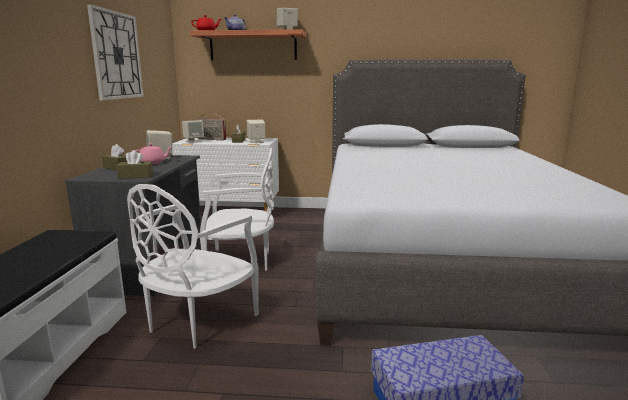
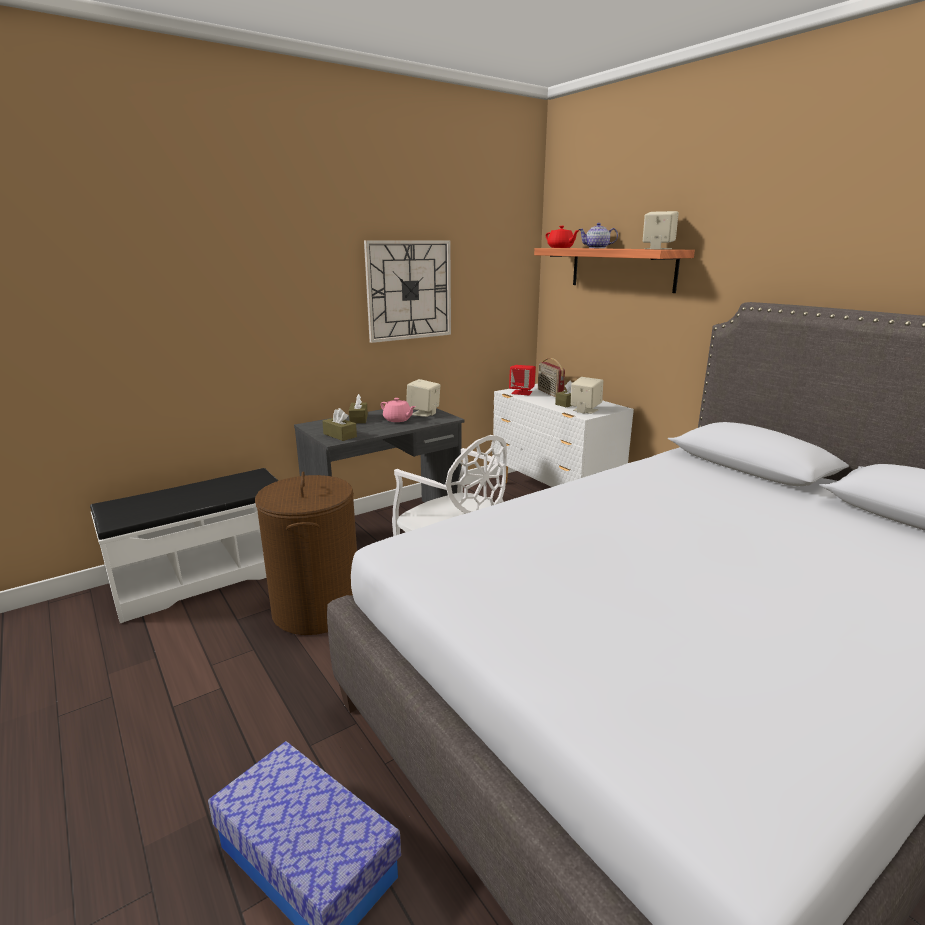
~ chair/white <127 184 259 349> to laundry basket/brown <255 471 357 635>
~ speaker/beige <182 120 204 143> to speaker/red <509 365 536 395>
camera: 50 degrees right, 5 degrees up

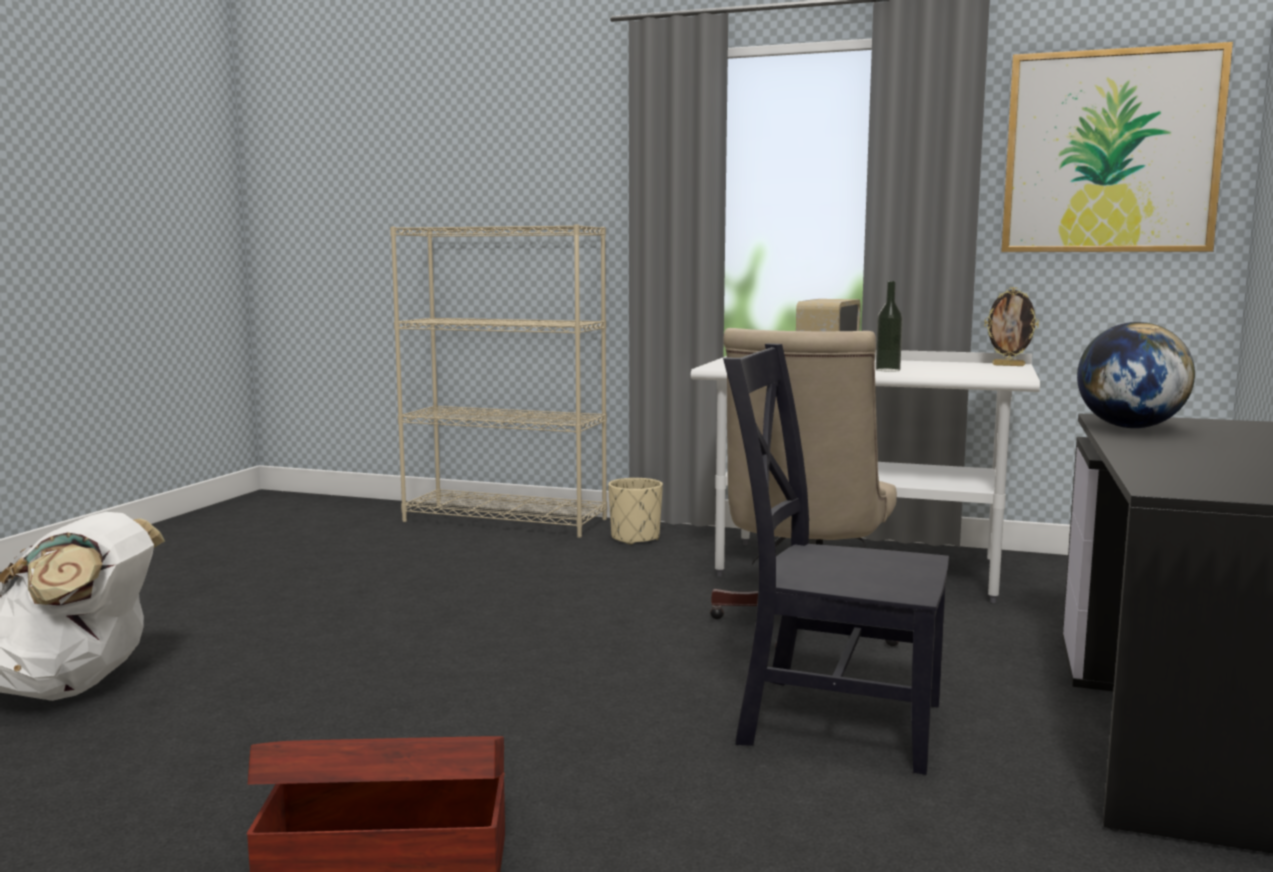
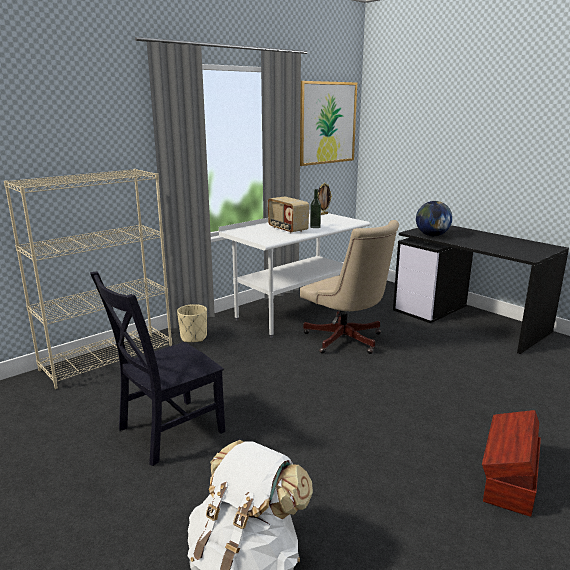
~ chair/black <723 343 949 775> to <90 271 225 466>
camera: 60 degrees left, 10 degrees up

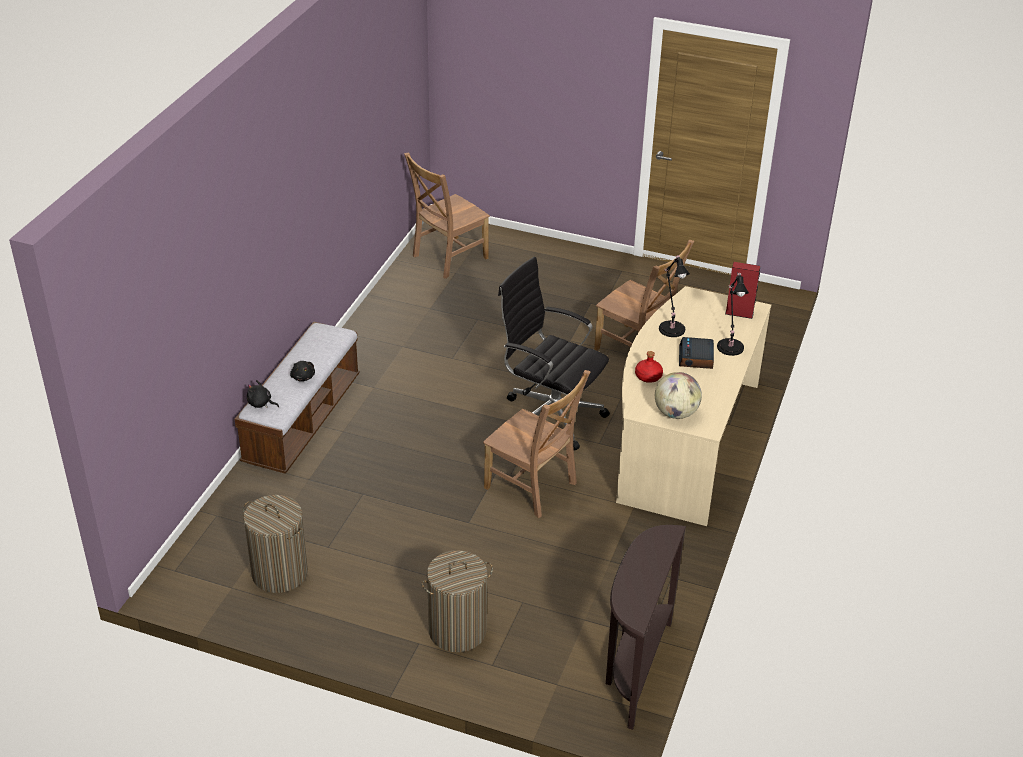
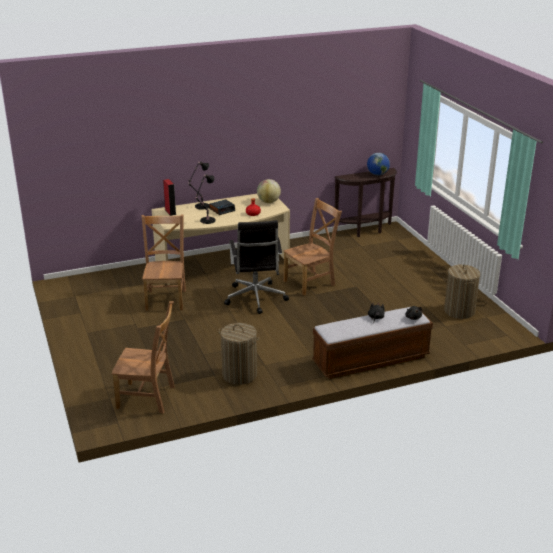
+ globe <367 153 390 175>
~ laundry basket <421 550 493 652> to <219 323 260 385>
~ chair/brown <483 370 591 518> = <283 198 342 295> 60 degrees clockwise
camera: 130 degrees left, 10 degrees down

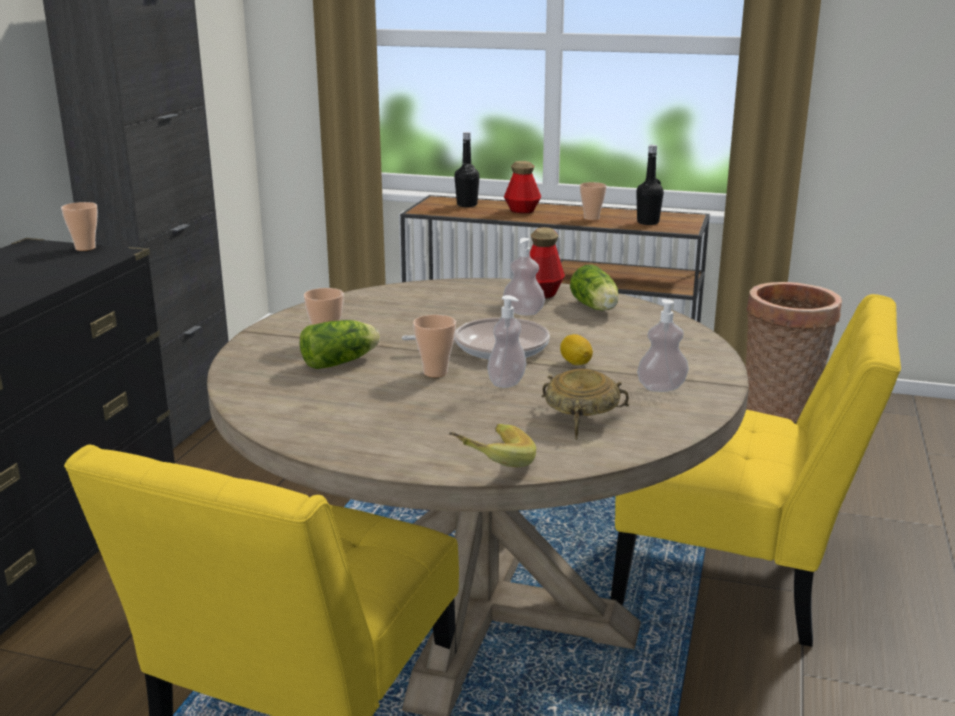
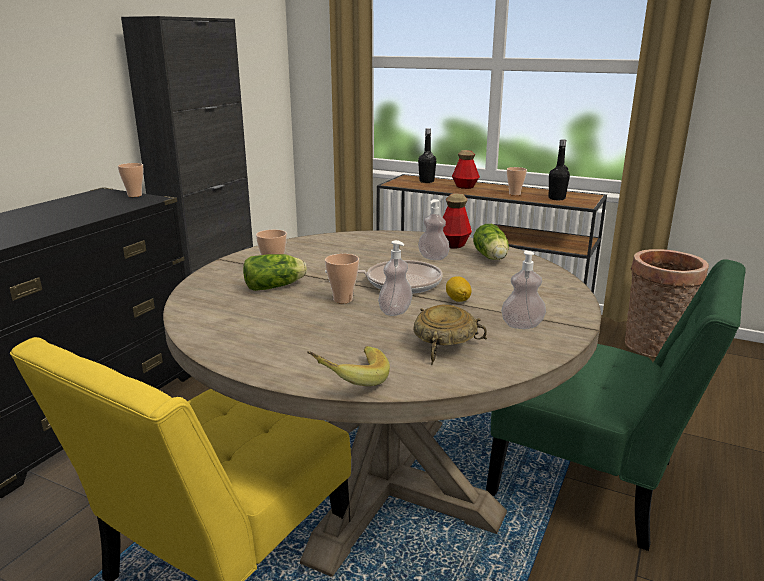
~ chair/yellow <611 294 901 647> to chair/green <486 259 746 551>
camera: 10 degrees right, 0 degrees up

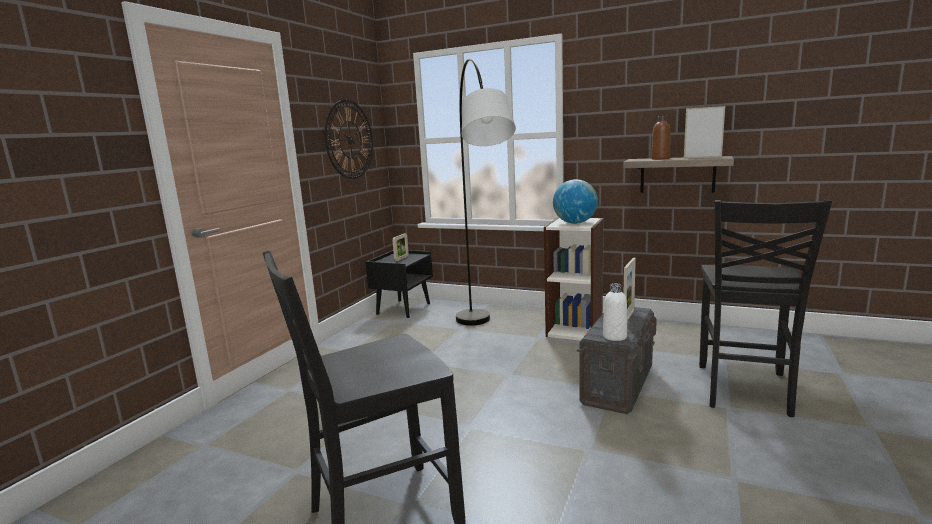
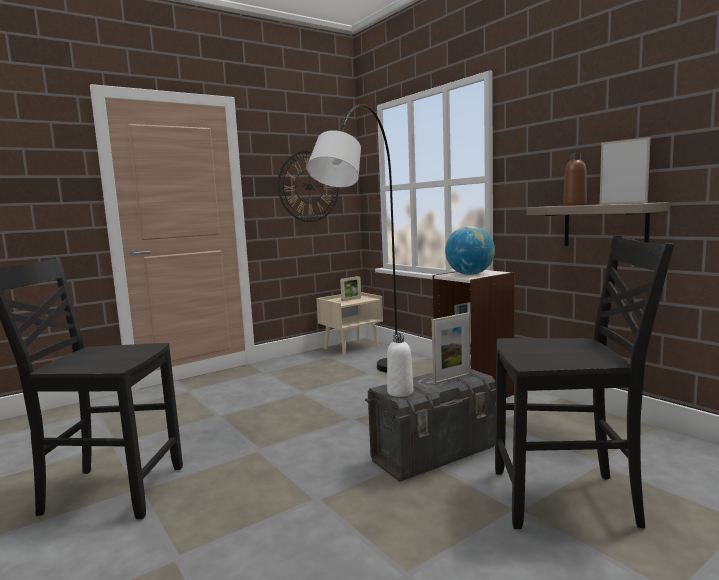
~ nightstand/black <365 250 433 318> to nightstand/beige <316 292 383 356>
~ chair/black <699 199 832 417> = <495 236 674 529> 135 degrees counterclockwise
camera: 30 degrees right, 5 degrees down

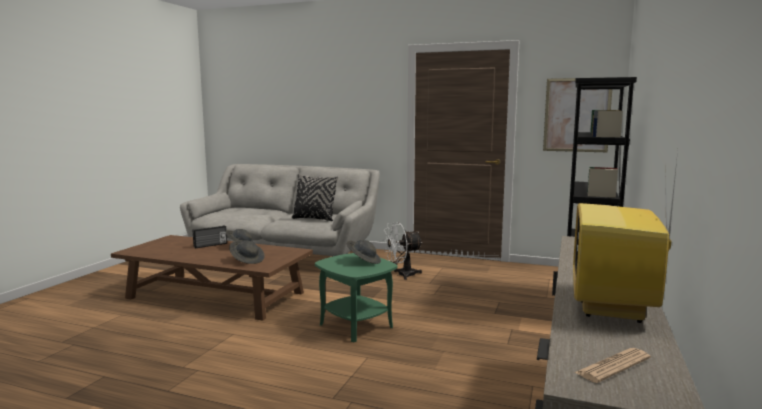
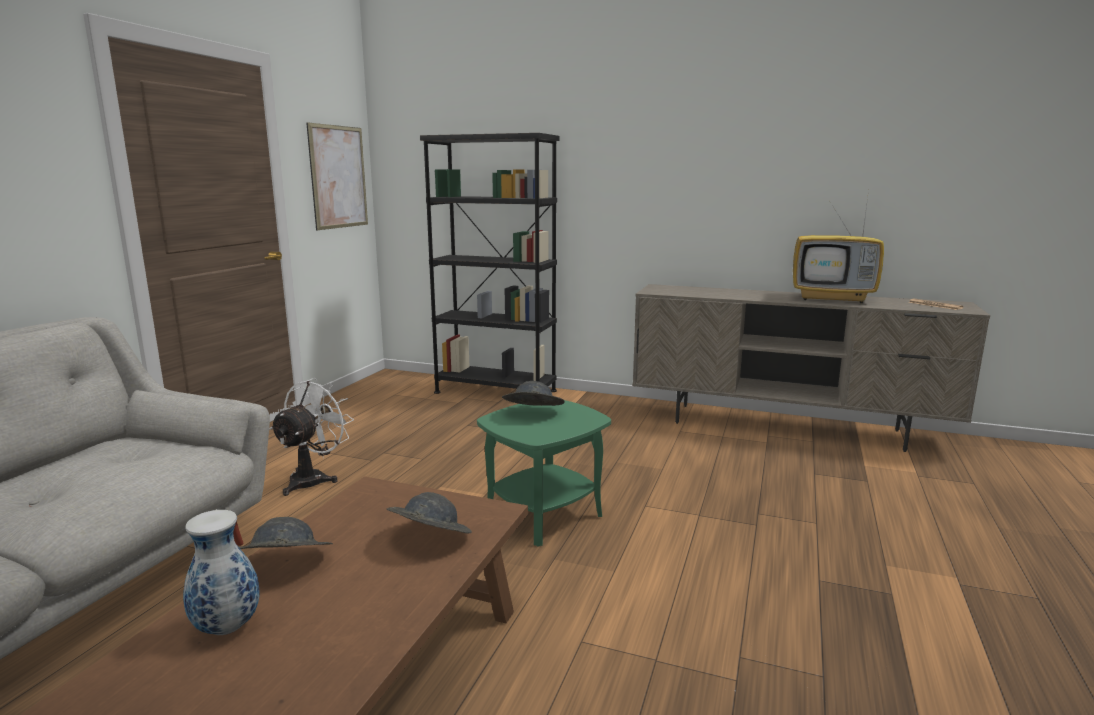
- pillow/black <291 174 338 221>
~ radio <193 226 227 249> to vase <183 510 260 635>
~ fan/white <383 222 423 280> = <269 378 354 496> 135 degrees counterclockwise
camera: 90 degrees left, 5 degrees up

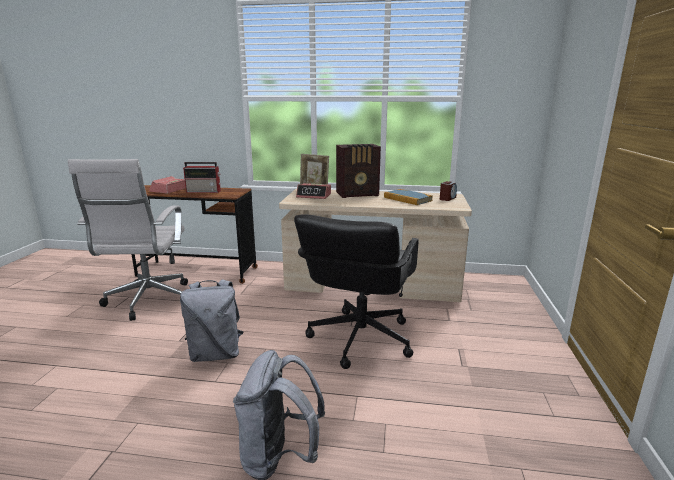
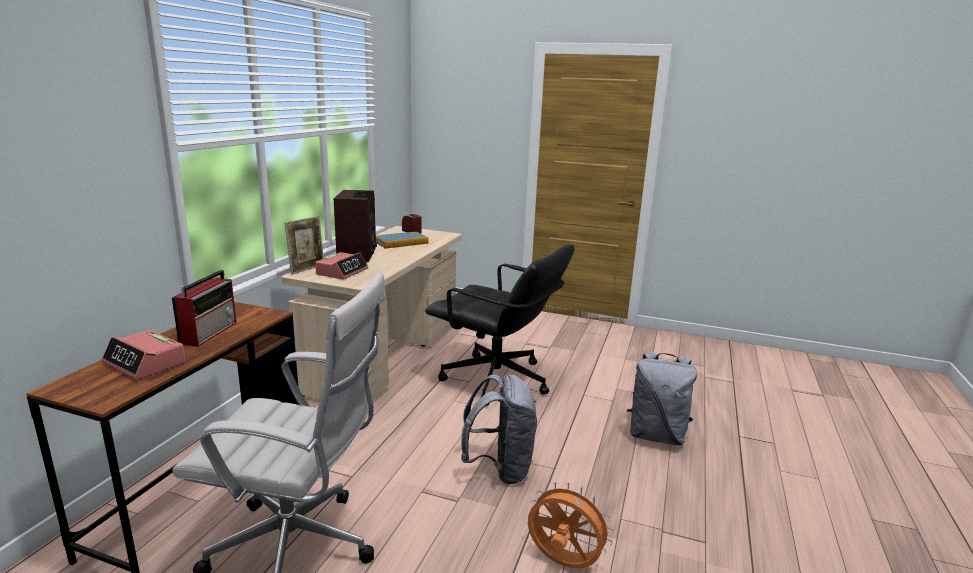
+ fan/orange <528 482 614 569>
camera: 80 degrees left, 0 degrees up

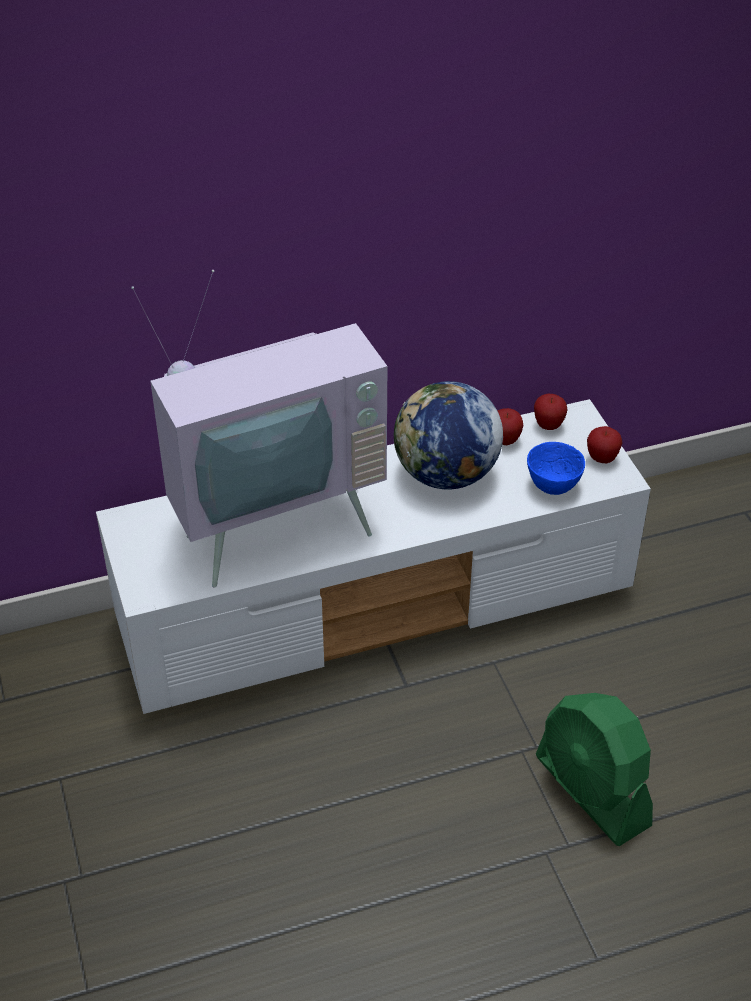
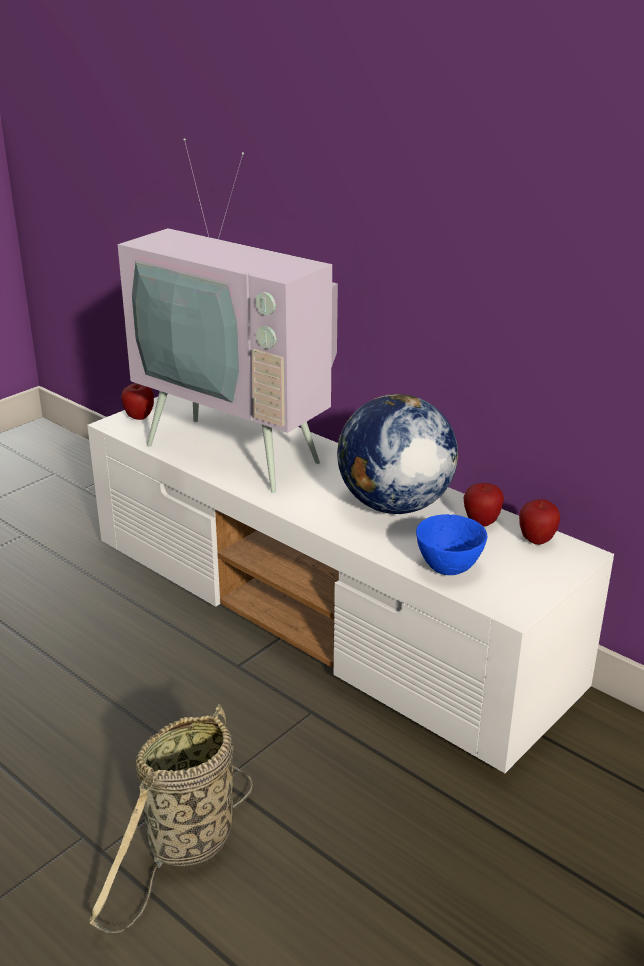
~ apple <587 426 623 463> to <121 383 154 420>
~ fan/green <536 693 653 846> to basket <89 704 253 933>
camera: 60 degrees right, 15 degrees down

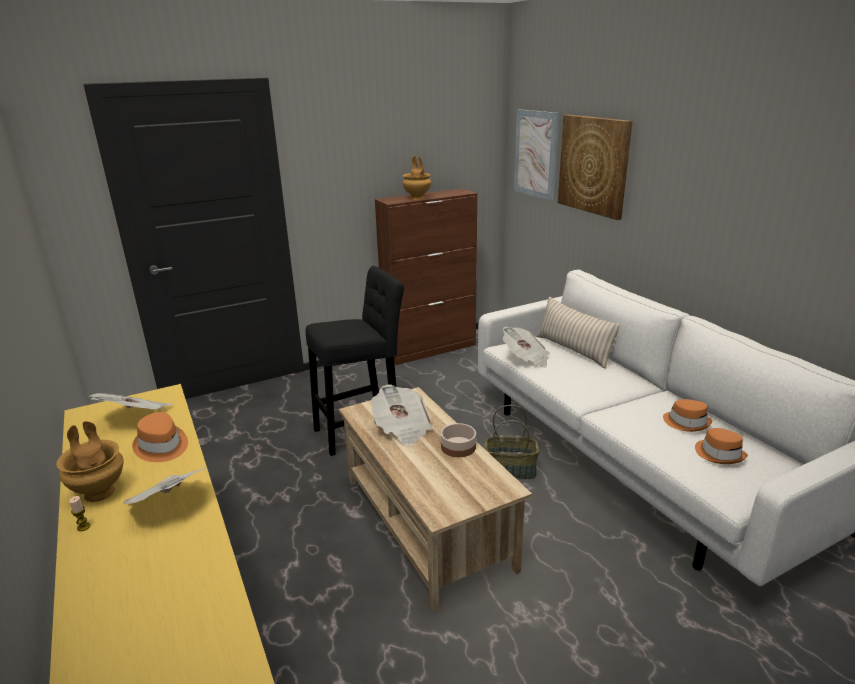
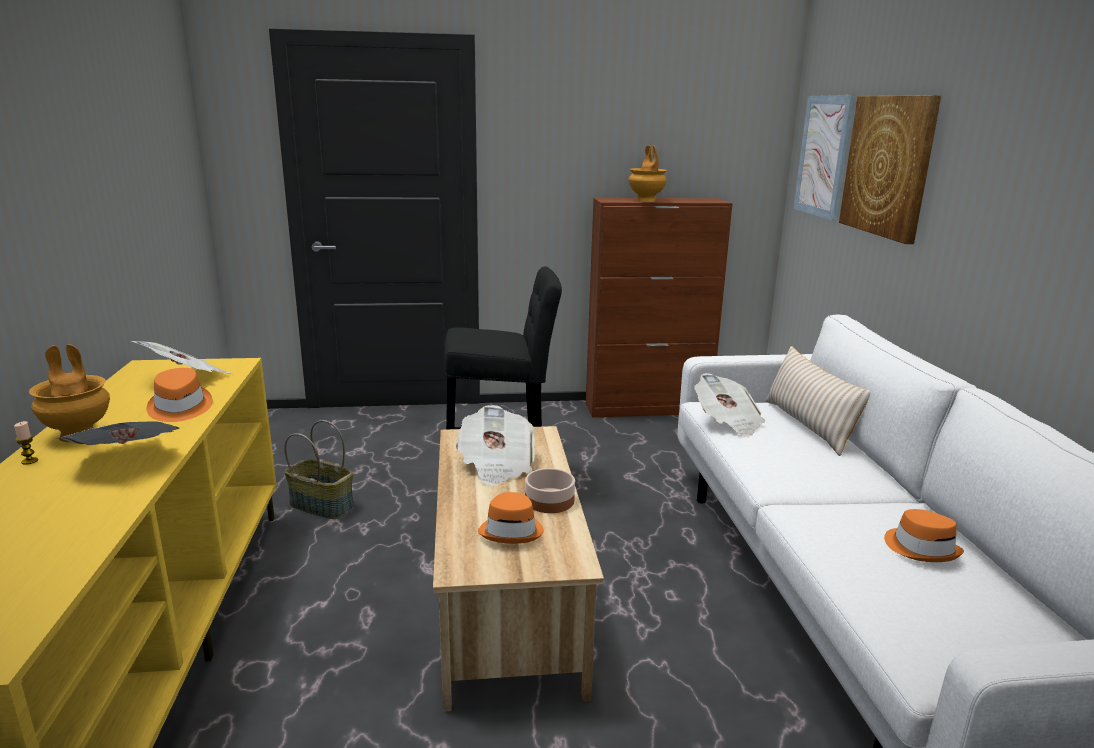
~ basket <484 405 539 479> to <284 420 354 519>
~ hat/orange <695 428 748 464> to <478 492 544 544>
camera: 20 degrees right, 5 degrees down

